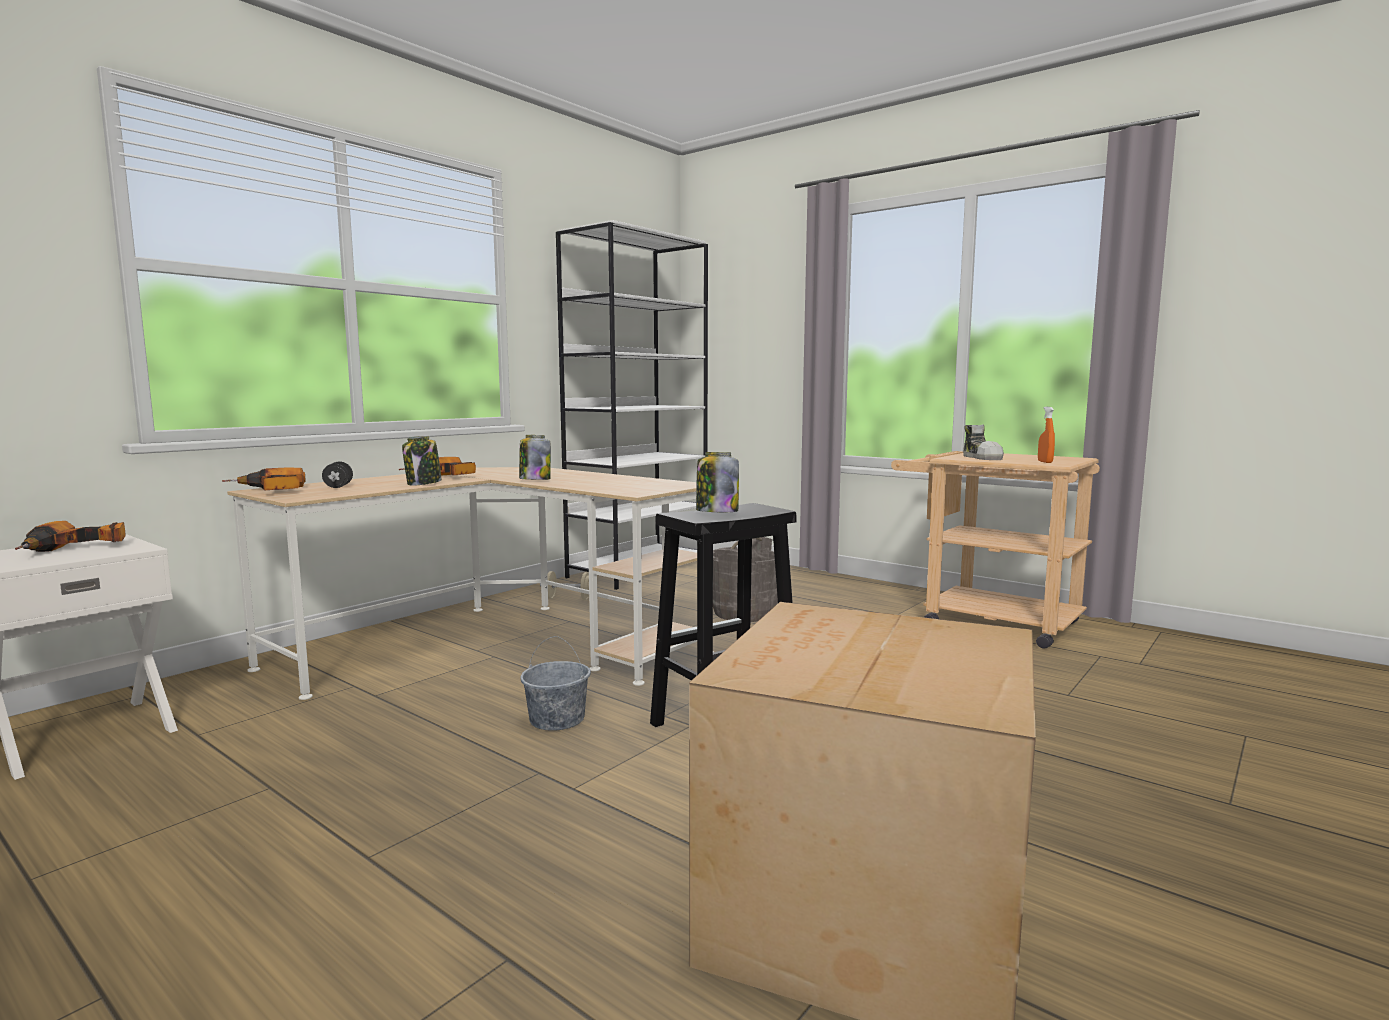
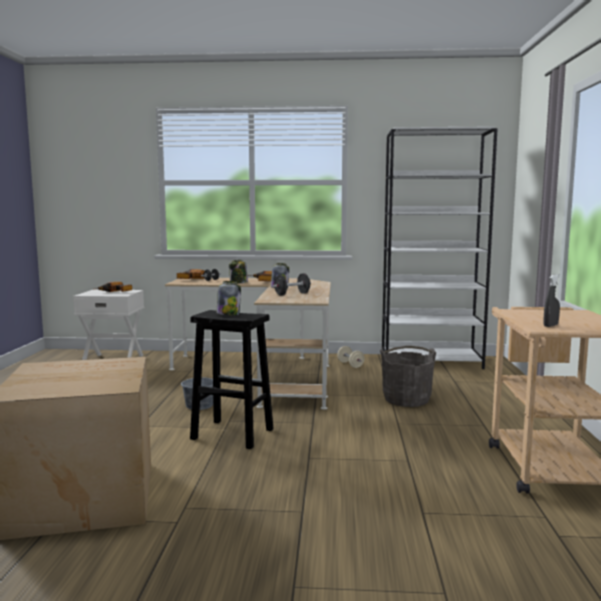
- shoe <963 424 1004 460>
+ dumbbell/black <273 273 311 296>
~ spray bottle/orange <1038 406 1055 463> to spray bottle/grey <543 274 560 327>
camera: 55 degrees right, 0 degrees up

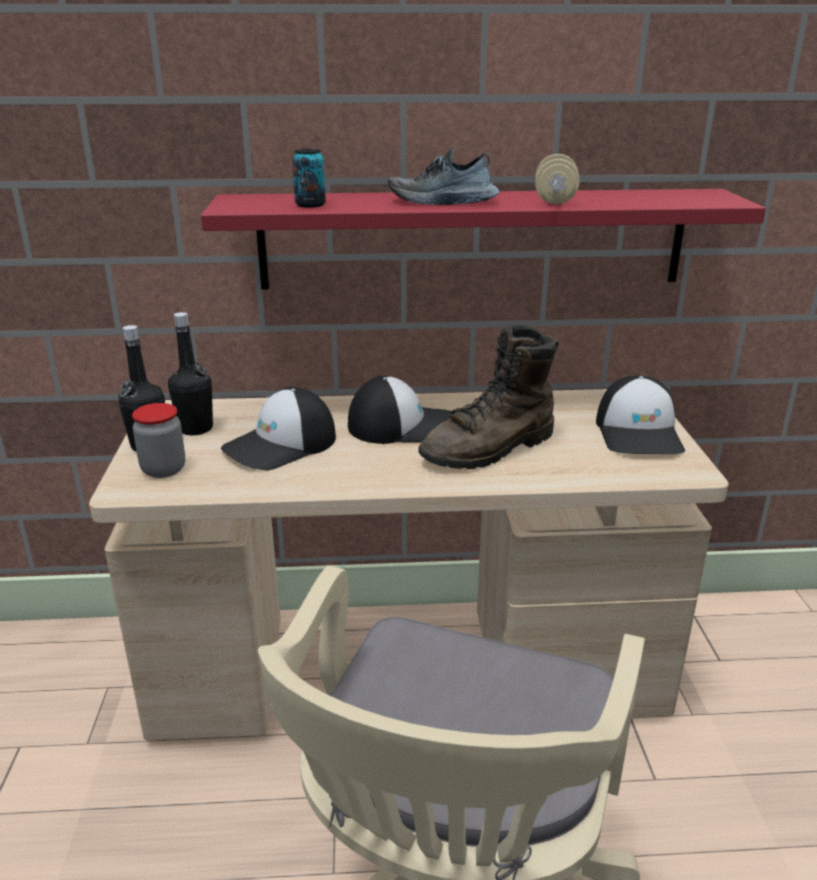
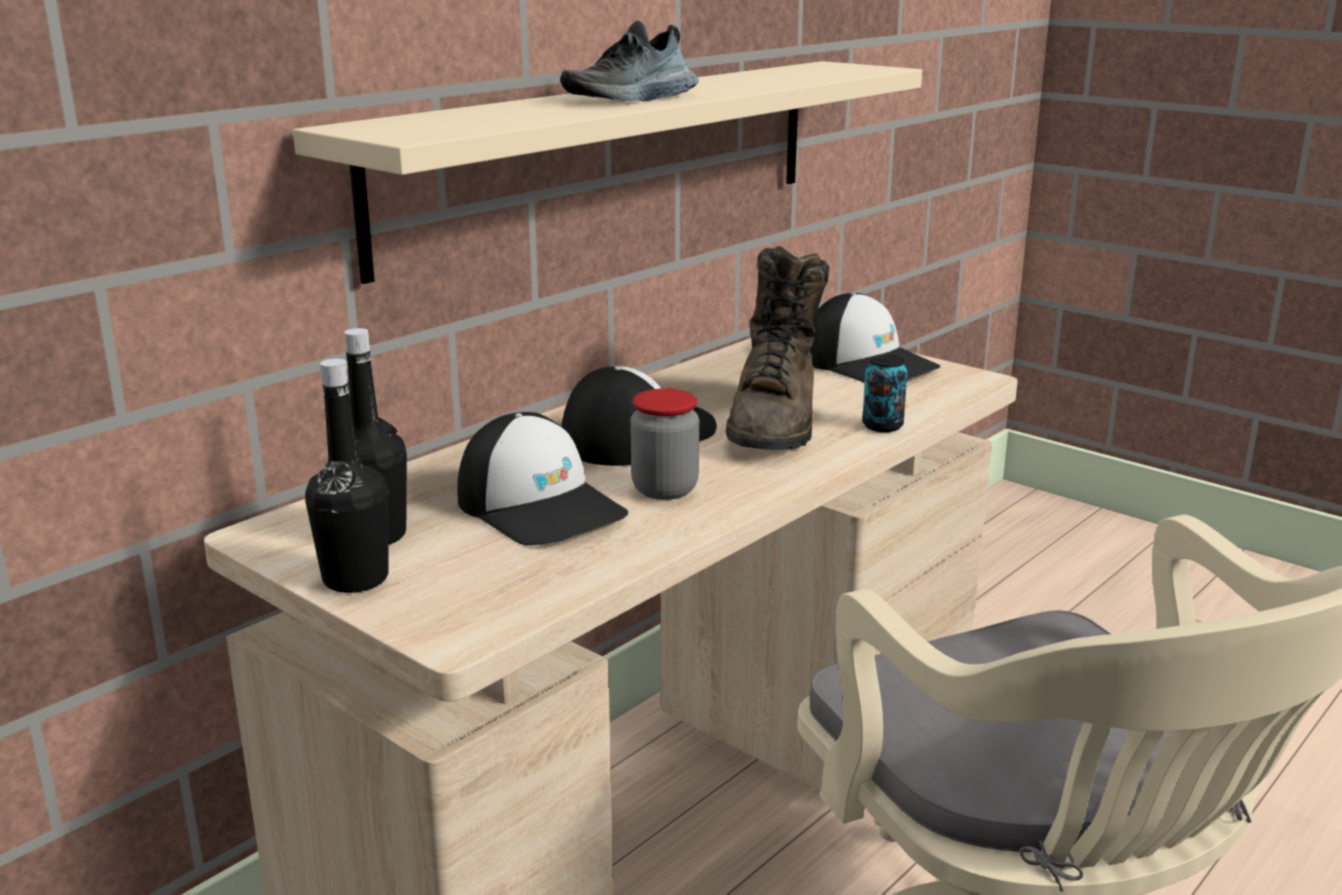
- dumbbell/beige <535 154 580 204>
~ jar <132 403 185 478> to <630 388 699 500>
~ can <292 149 326 208> to <862 355 907 432>
~ shelf/red <201 189 766 289> to shelf/beige <293 61 922 284>
~ cap <221 387 336 470> = <457 412 629 545> 45 degrees counterclockwise
camera: 45 degrees left, 5 degrees down

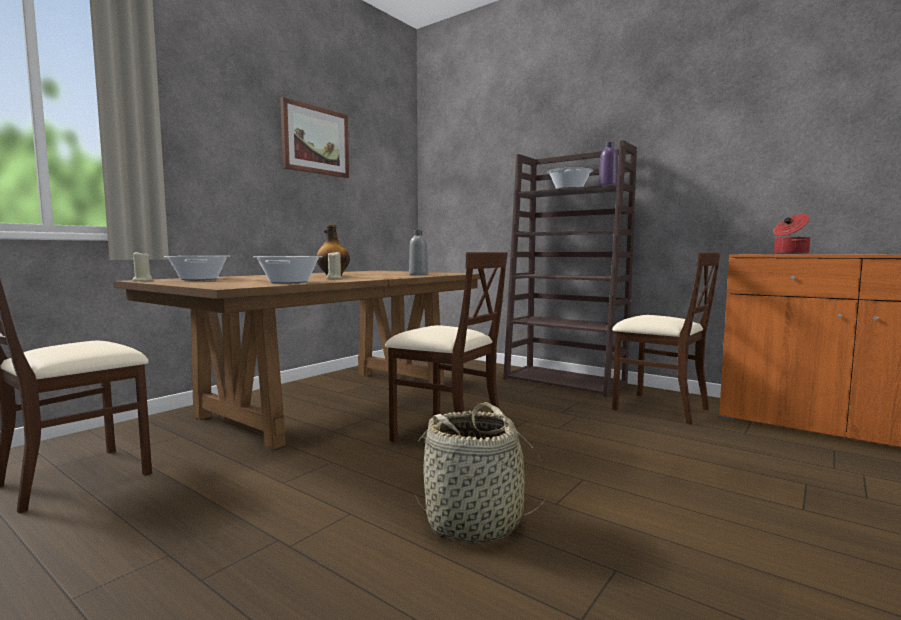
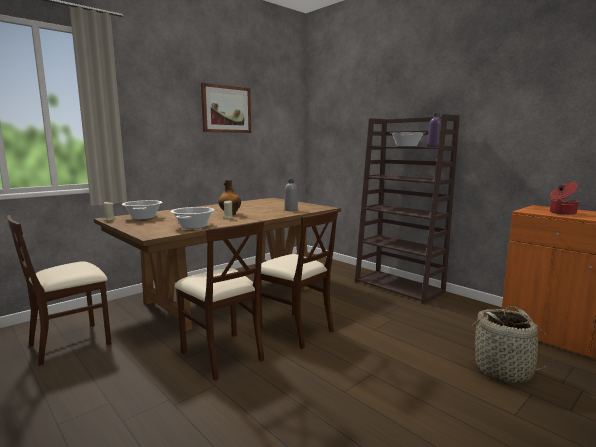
~ basket <414 402 549 544> to <467 306 554 384>
~ chair/beige <612 252 721 425> to <174 221 264 381>
camera: 10 degrees right, 5 degrees up

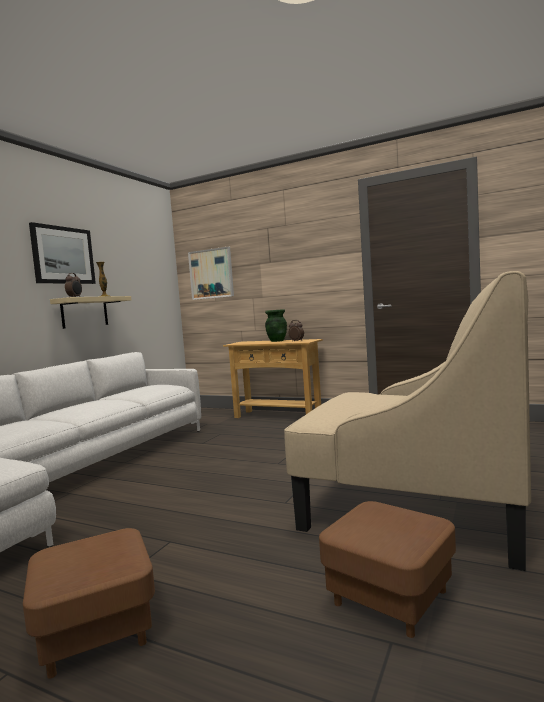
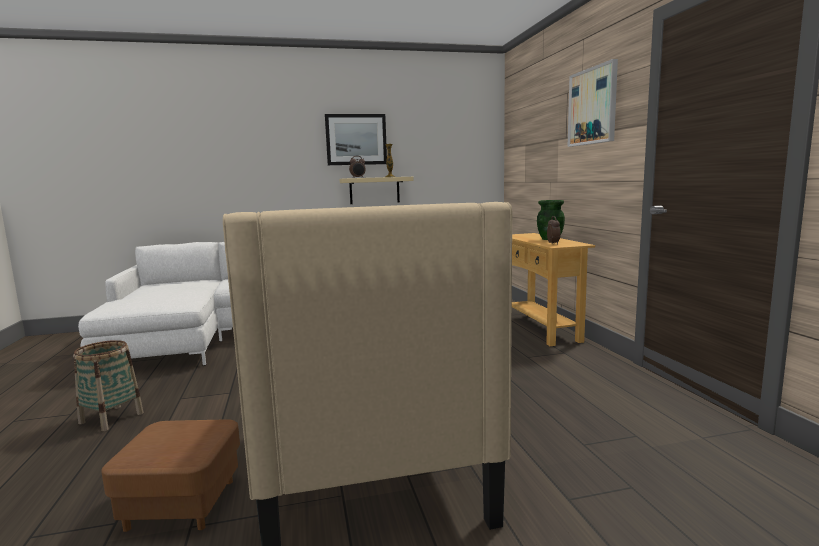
~ picture <188 247 234 300> to <568 59 618 147>
~ ottoman/brown <23 528 155 679> to basket <73 340 144 431>
camera: 50 degrees right, 5 degrees up

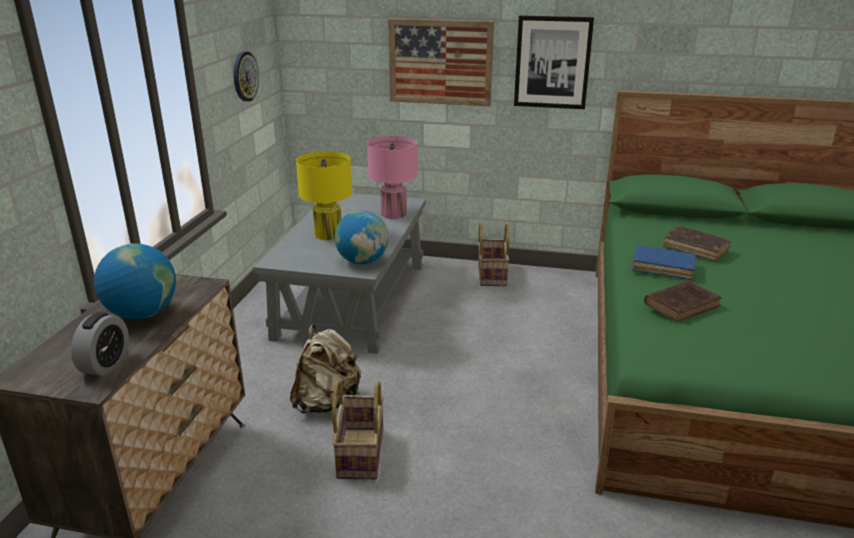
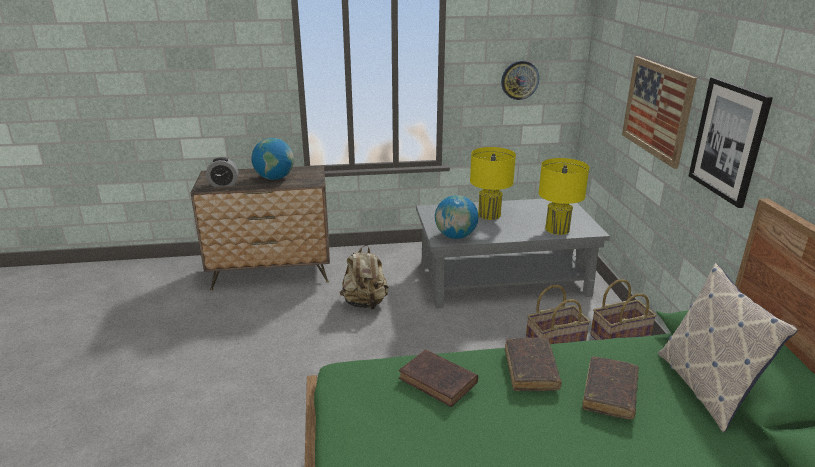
+ pillow <658 263 798 433>
~ basket <332 380 383 479> to <526 285 590 344>
~ table lamp/pink <367 136 418 219> to table lamp/yellow <539 158 589 235>
~ book/blue <632 245 696 280> to book/brown <505 338 562 391>
camera: 70 degrees right, 0 degrees up

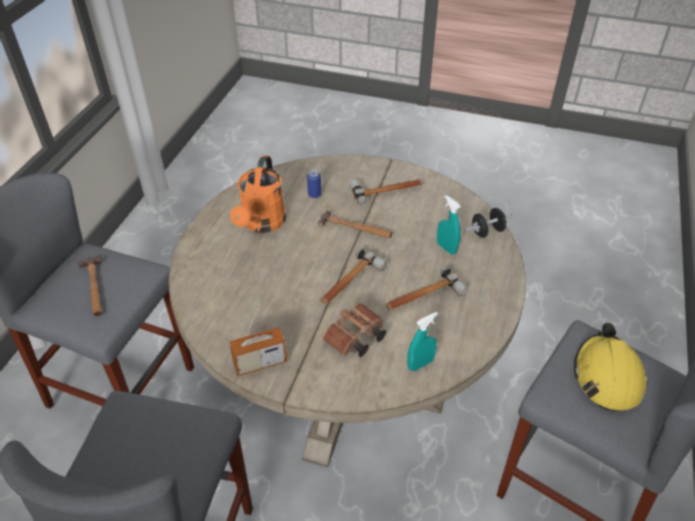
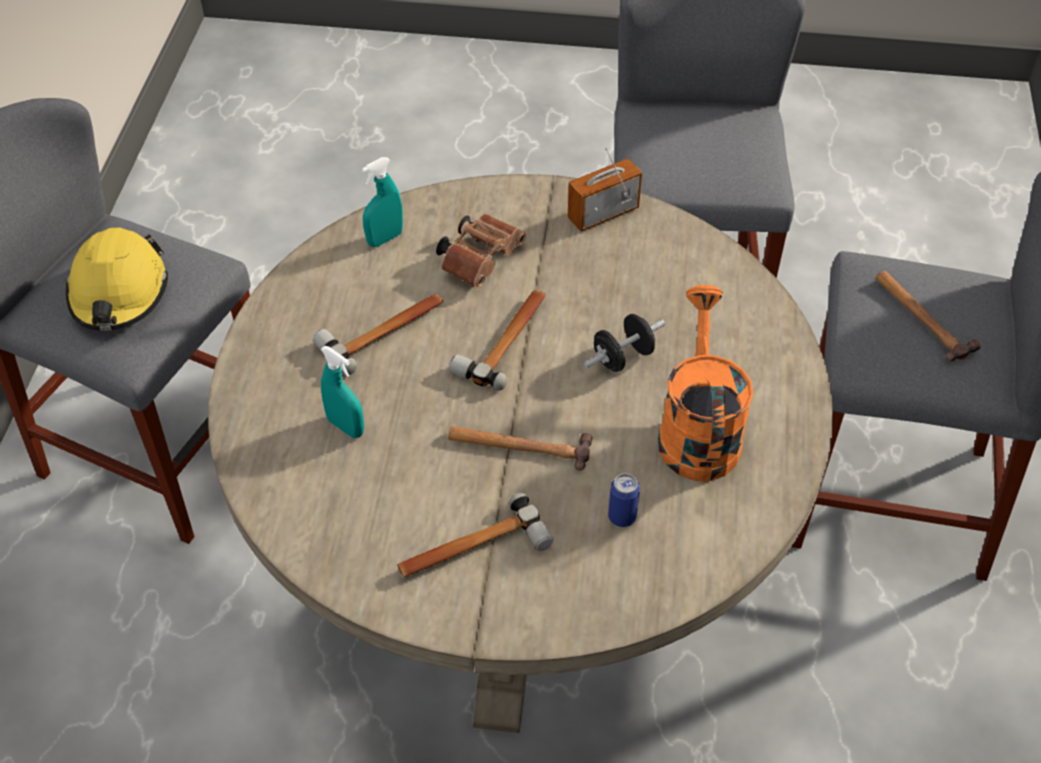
~ dumbbell/black <465 208 513 238> to <584 314 665 372>
camera: 170 degrees right, 5 degrees up

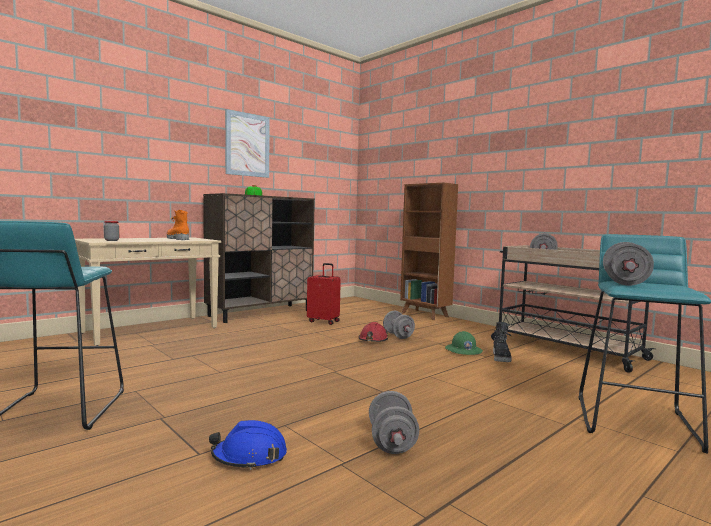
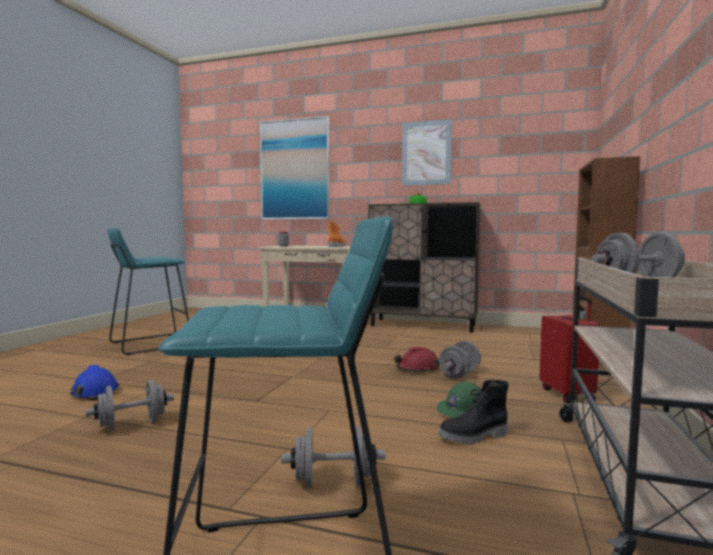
+ picture <260 116 330 220>
~ suitcase/red <307 263 341 325> to <539 296 600 403>
~ dumbbell/grey <603 242 654 286> to <281 426 385 488>
camera: 60 degrees right, 0 degrees up

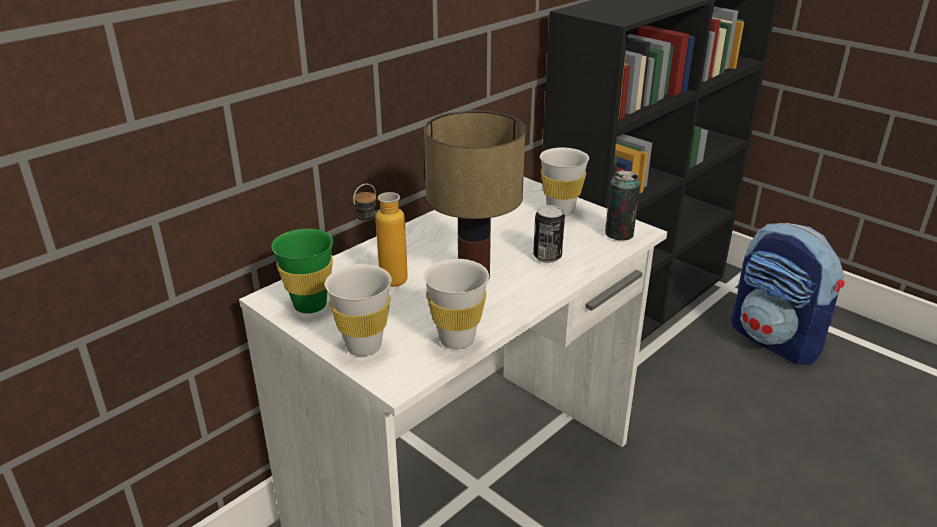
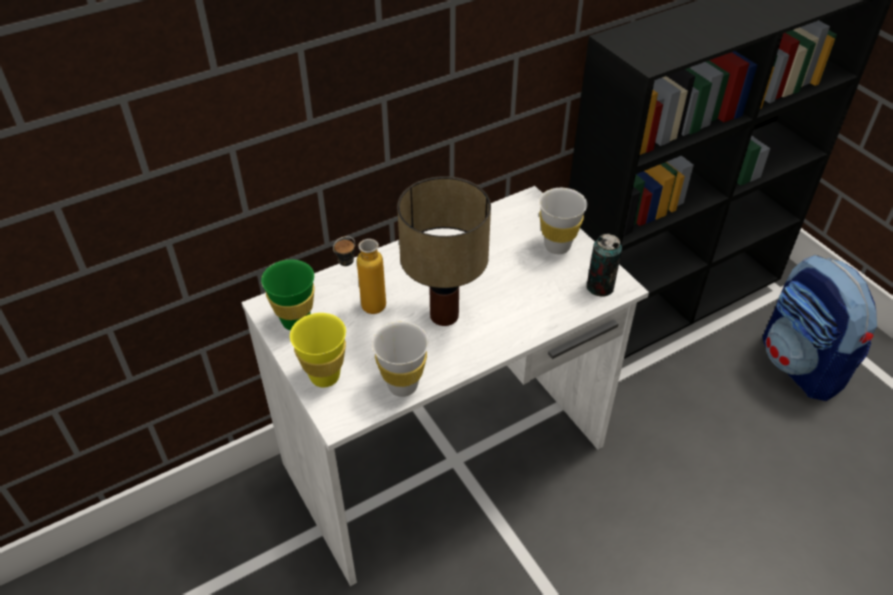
- can <533 205 565 263>
~ cup/white <325 264 392 356> to cup/yellow <290 313 346 387>
camera: 15 degrees right, 15 degrees up

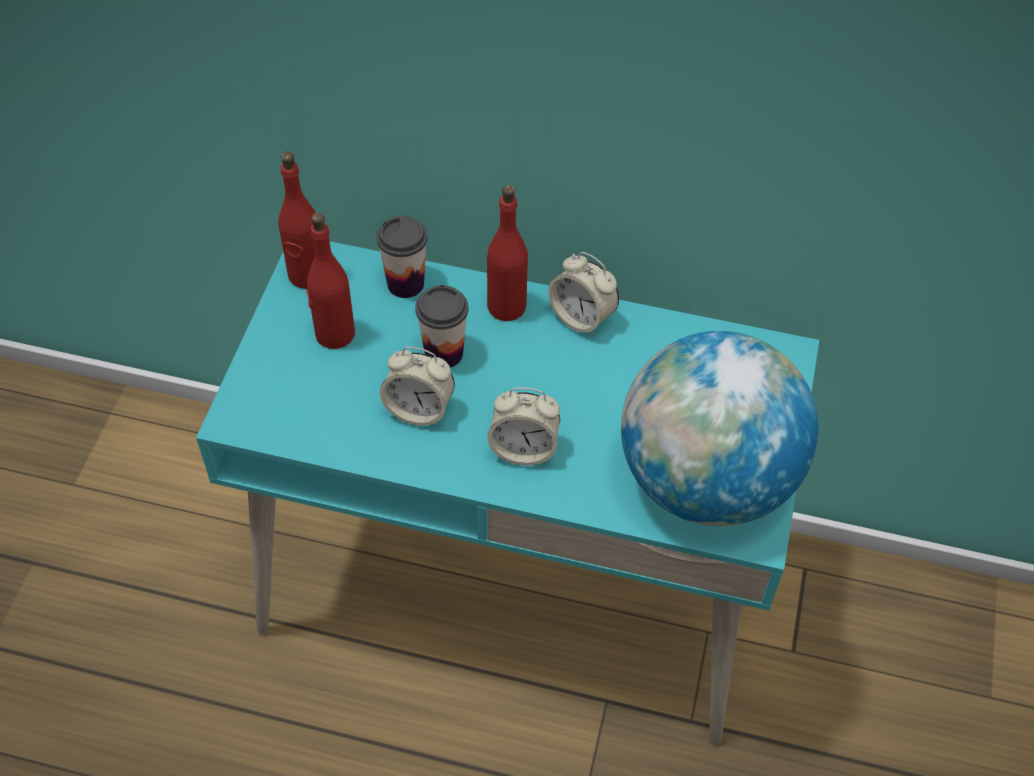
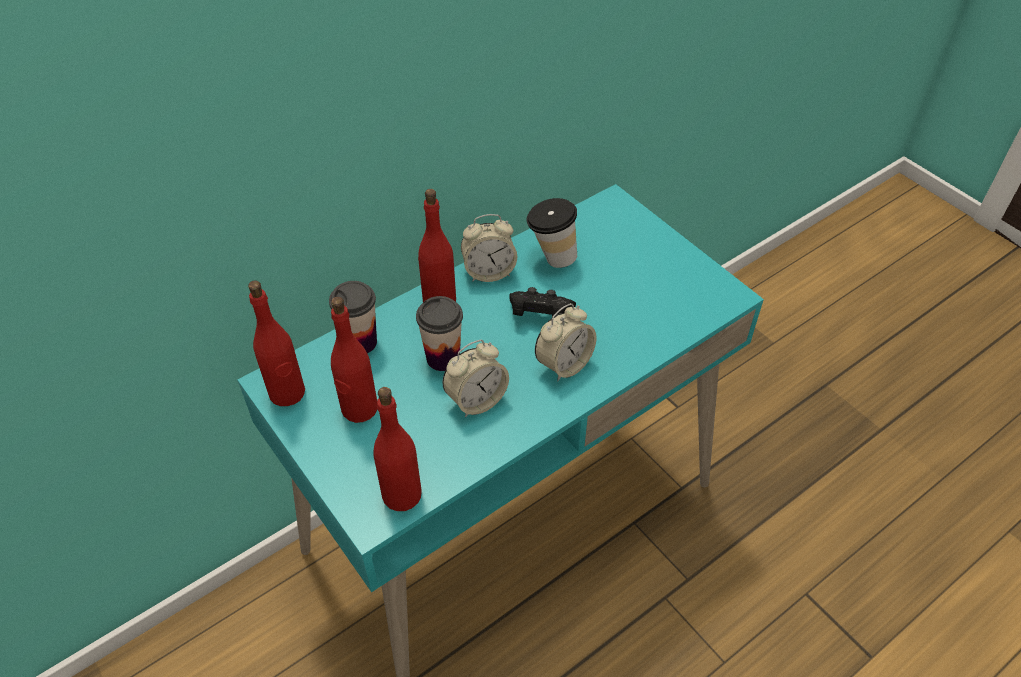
- globe <621 331 818 526>
+ bottle/red <373 387 422 511>
+ game controller/black <509 287 576 317>
+ cup <527 198 577 268>
camera: 50 degrees left, 5 degrees down

